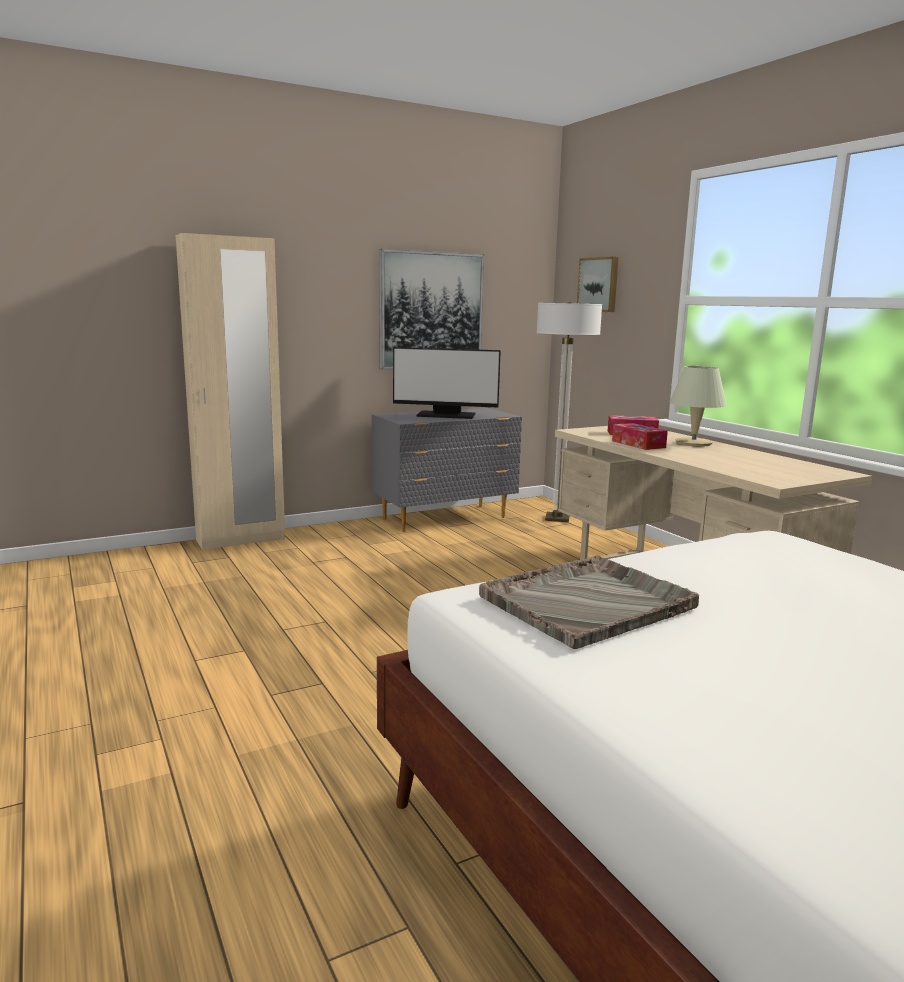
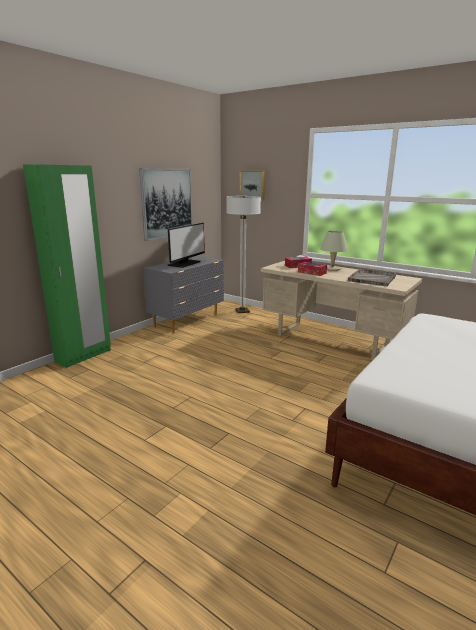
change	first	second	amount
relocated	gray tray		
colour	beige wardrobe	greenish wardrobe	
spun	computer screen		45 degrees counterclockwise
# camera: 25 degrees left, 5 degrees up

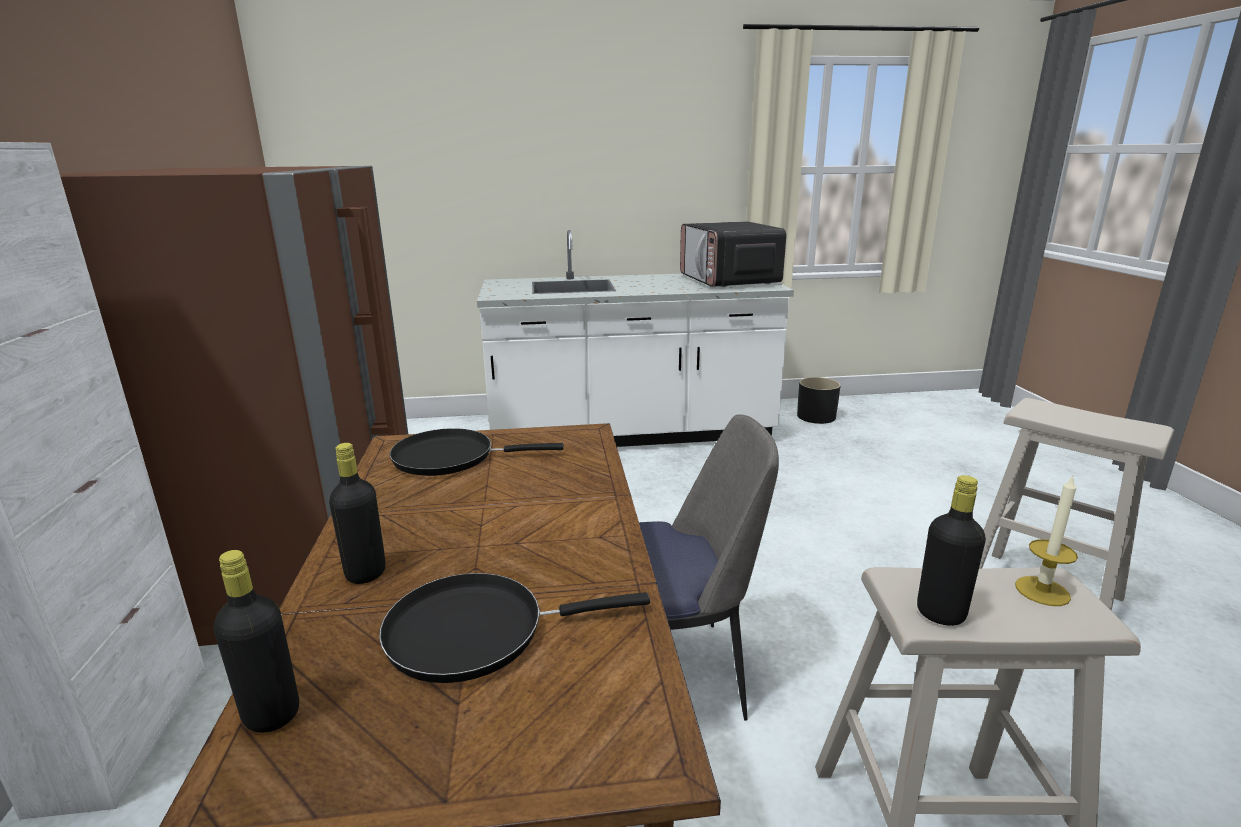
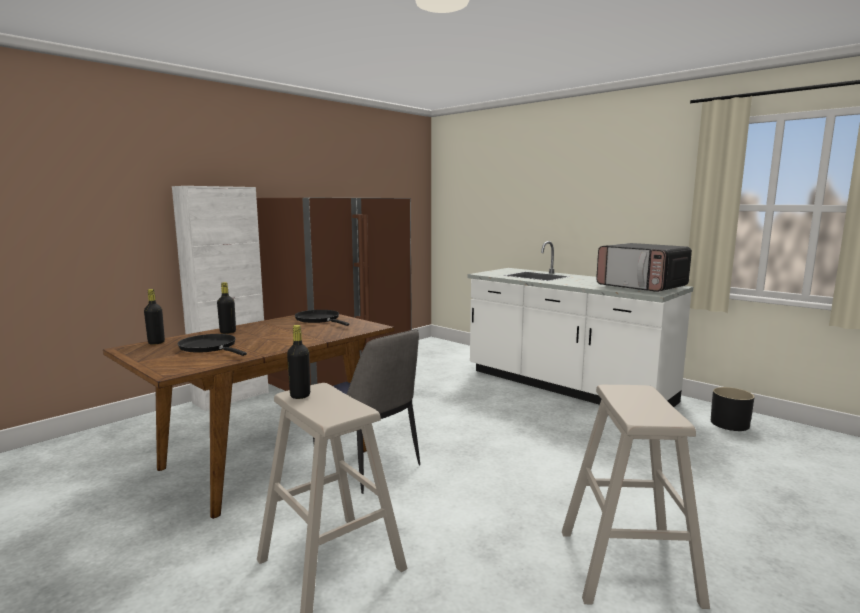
change	first	second	amount
missing	wax light		
spun	kitchen microwave		75 degrees counterclockwise
# camera: 50 degrees right, 10 degrees down

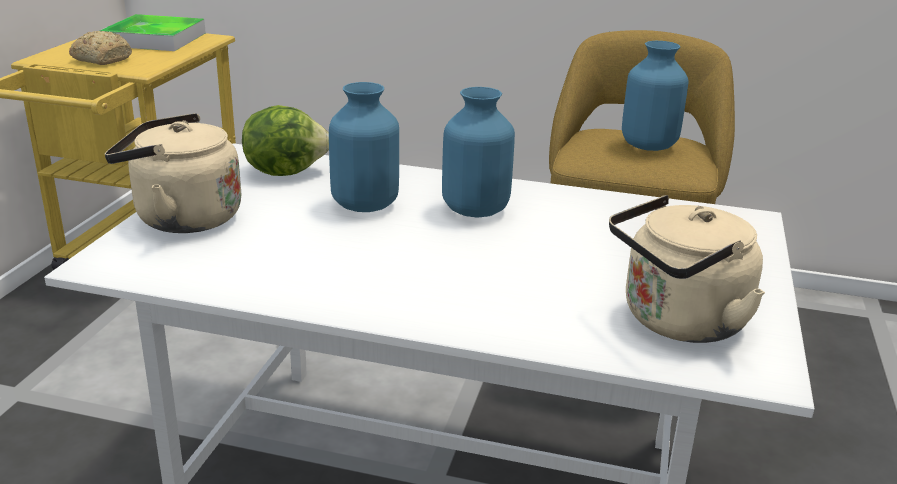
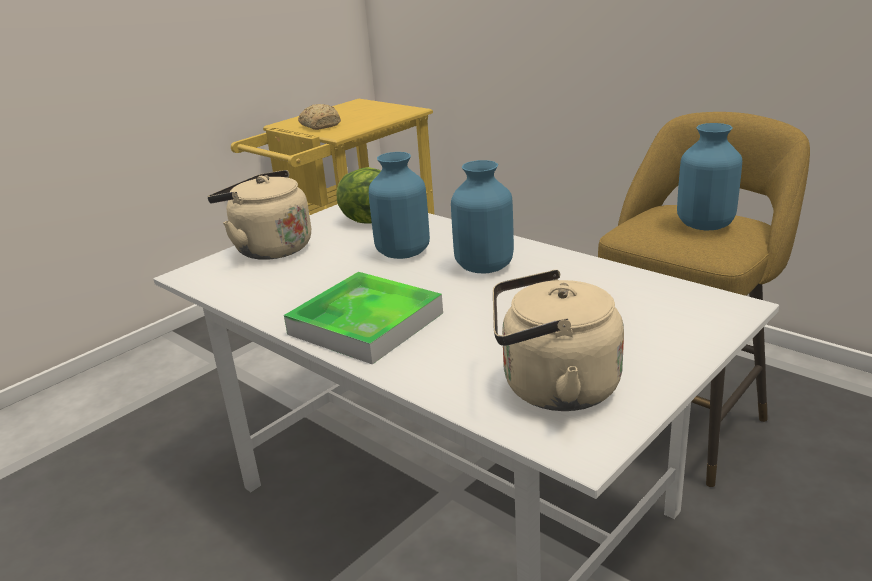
change	first	second	amount
relocated	tray		
# camera: 30 degrees right, 0 degrees up

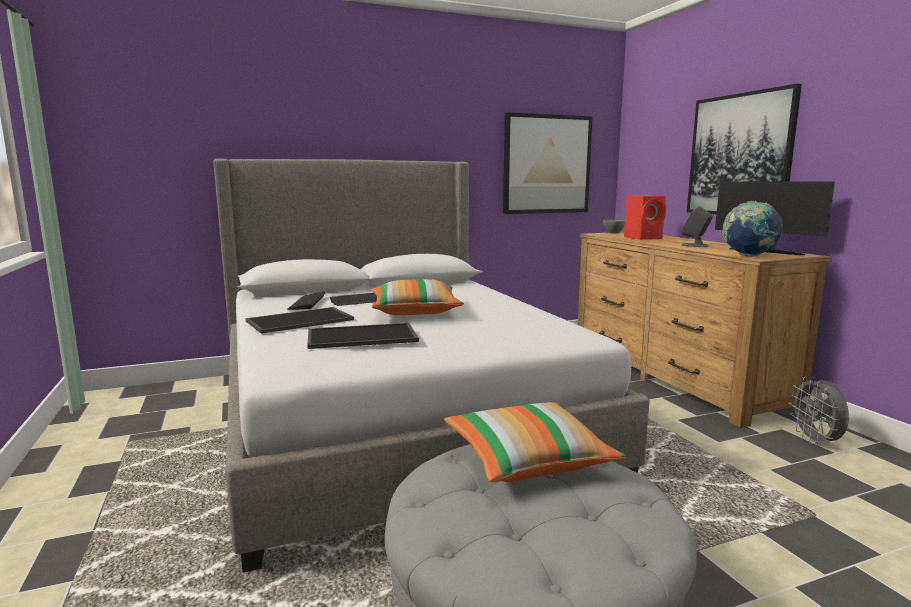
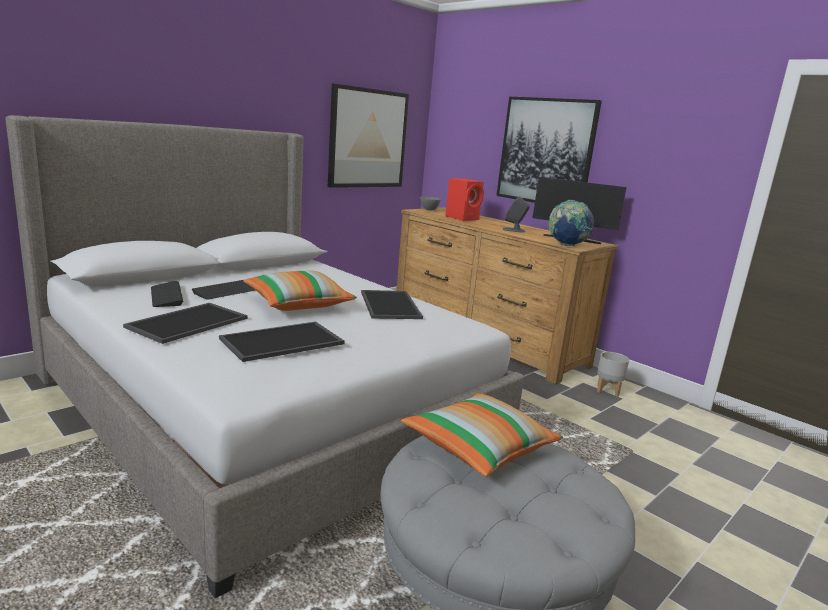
change	first	second	amount
appeared		tray (no. 3 from left)	
exchanged	gray electric fan	gray plant pot	
# camera: 25 degrees left, 5 degrees up

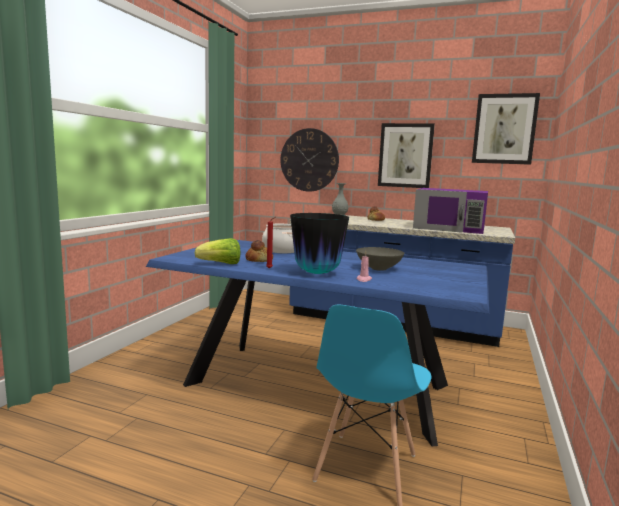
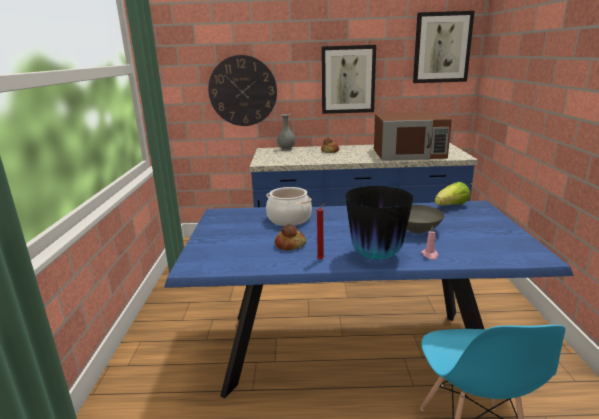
change	first	second	amount
relocated	lettuce		
colour	purple kitchen microwave	brown kitchen microwave	
# camera: 20 degrees left, 10 degrees up

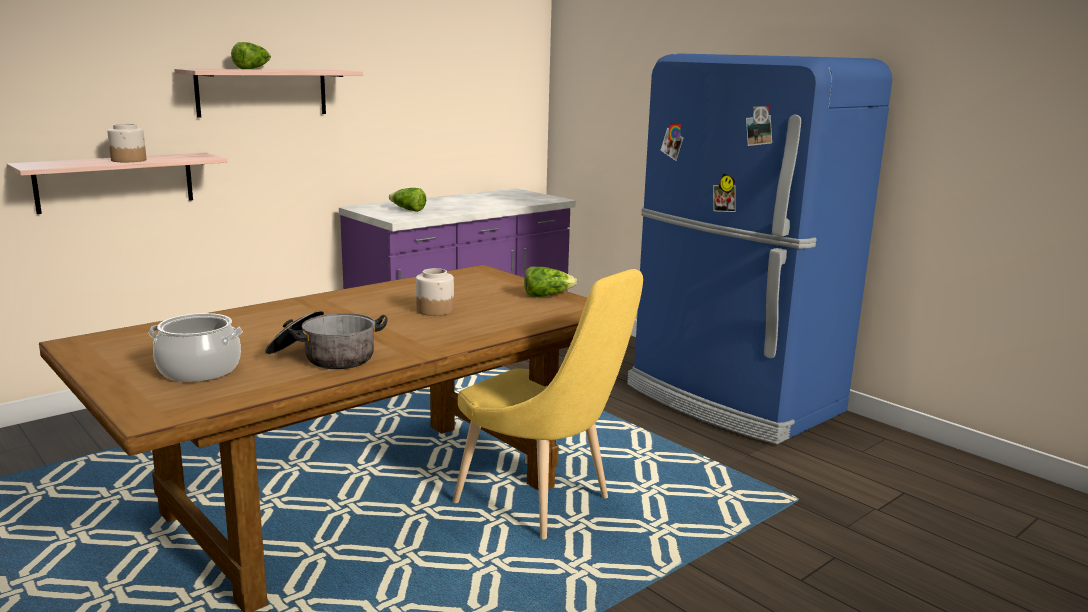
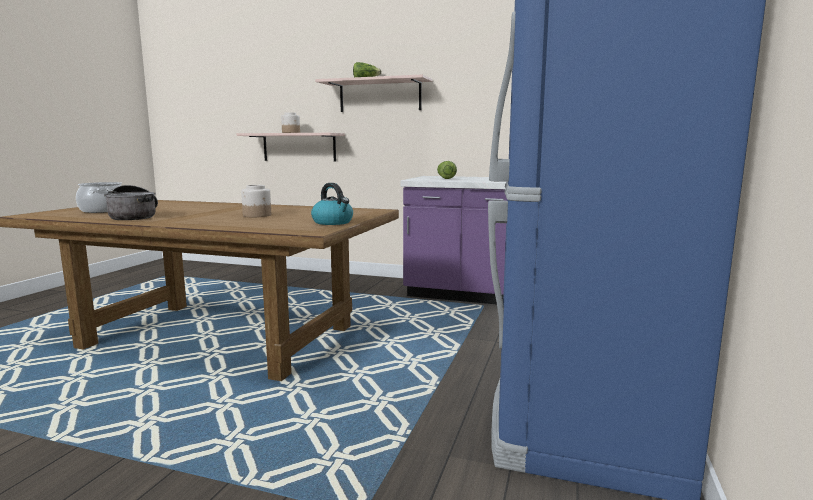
change	first	second	amount
missing	yellowish chair		
exchanged	lettuce (no. 3 from left)	tea kettle	
# camera: 60 degrees right, 5 degrees down

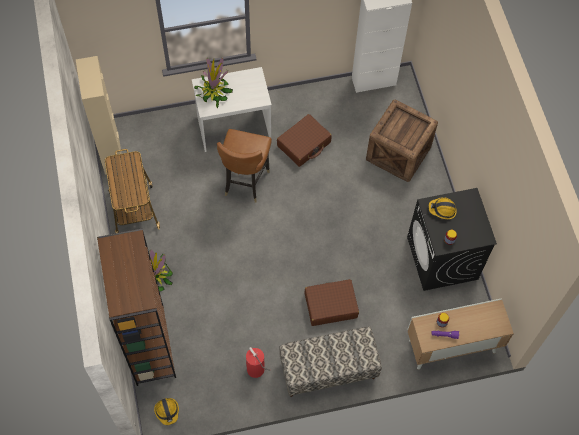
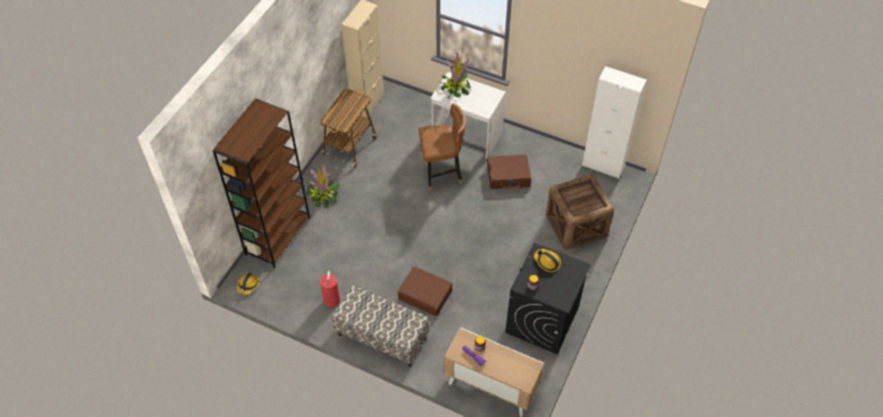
change	first	second	amount
spun	brown chair		150 degrees counterclockwise
# camera: 40 degrees right, 10 degrees down

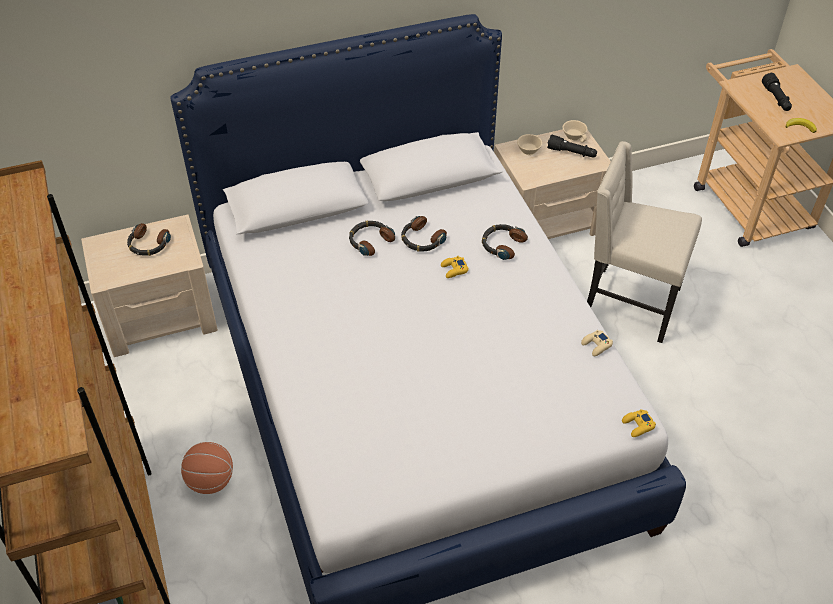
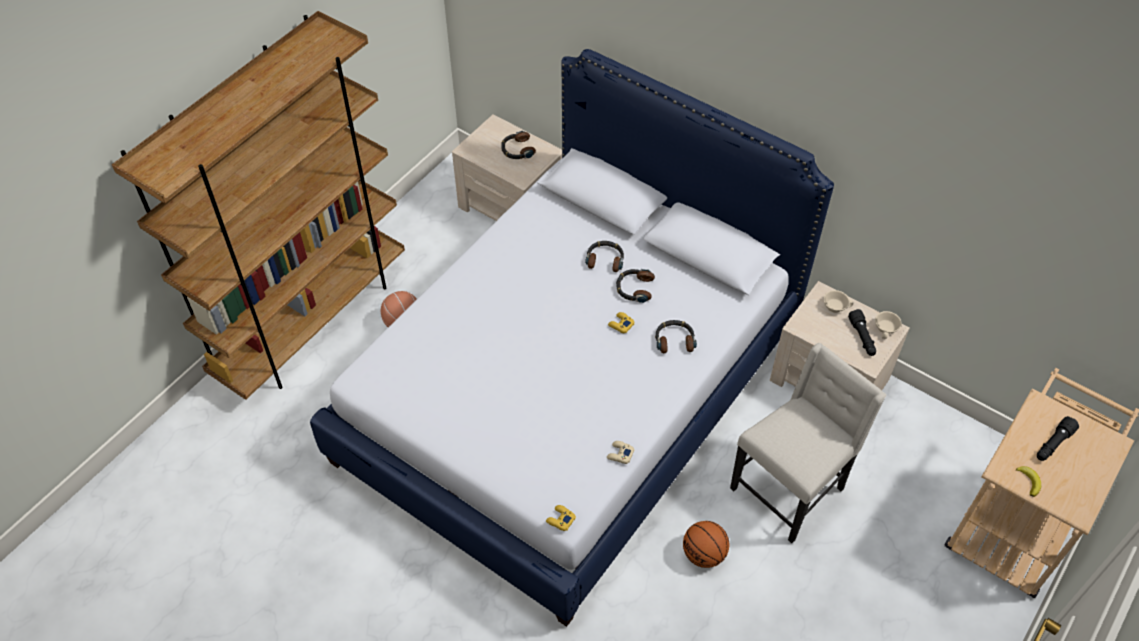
change	first	second	amount
appeared		basketball ball (no. 2 from left)	
spun	beige chair		60 degrees clockwise
# camera: 55 degrees right, 5 degrees up

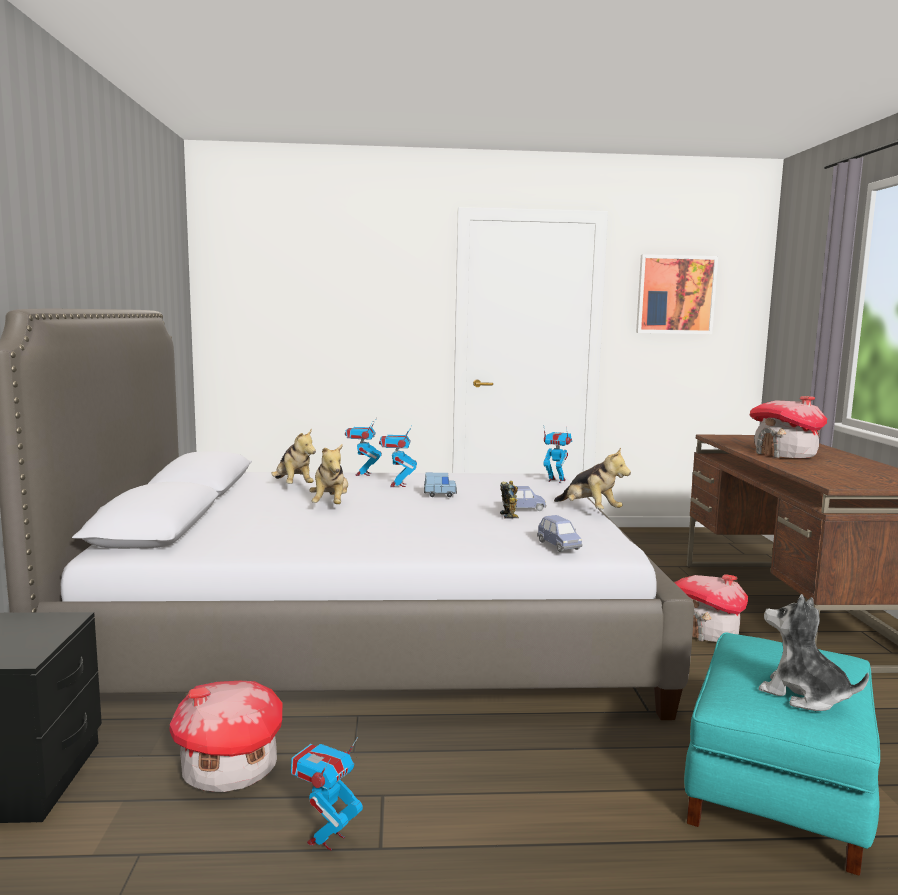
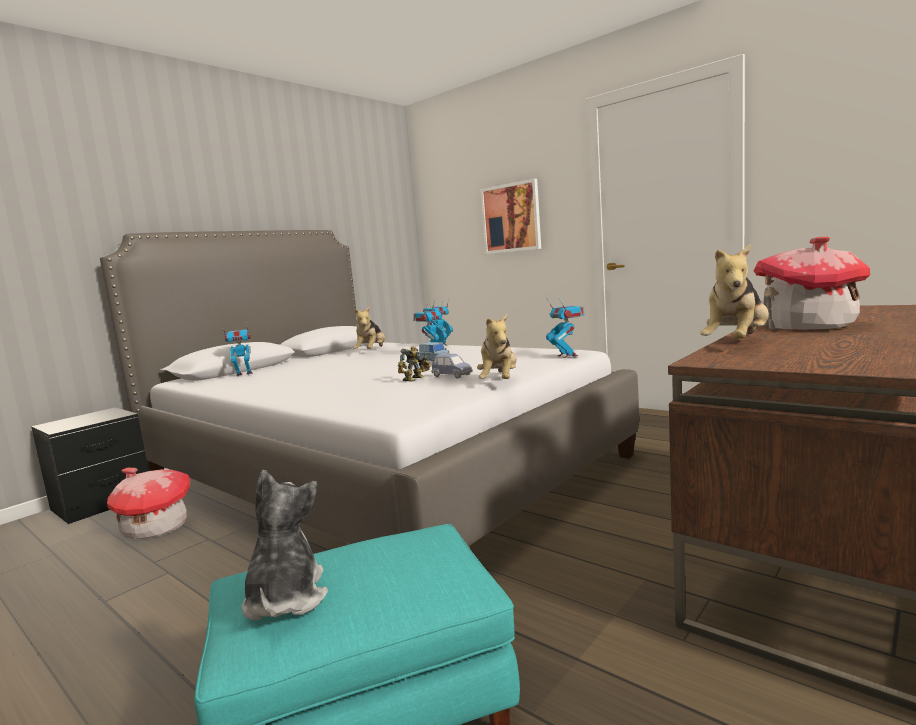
change	first	second	amount
missing	blue-coloured model car (no. 3 from left)		
missing	toy house (no. 2 from left)		
relocated	robot figure (no. 1 from left)		
relocated	cuddly toy (no. 2 from left in the first image)	cuddly toy (no. 4 from left)	
relocated	wall picture		
# camera: 45 degrees right, 0 degrees up

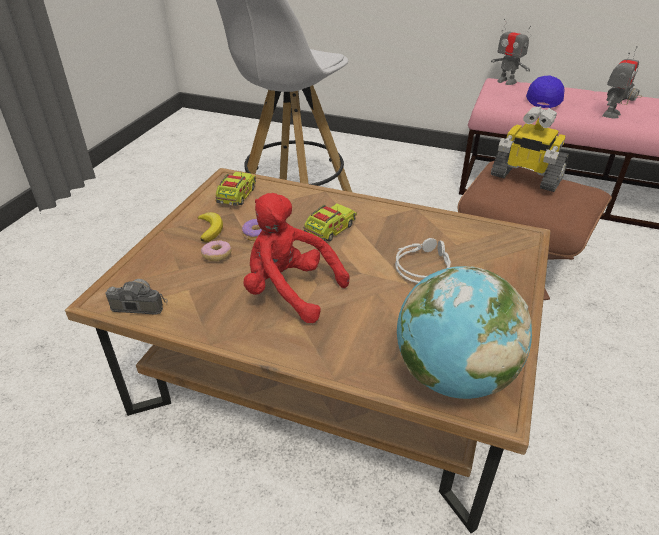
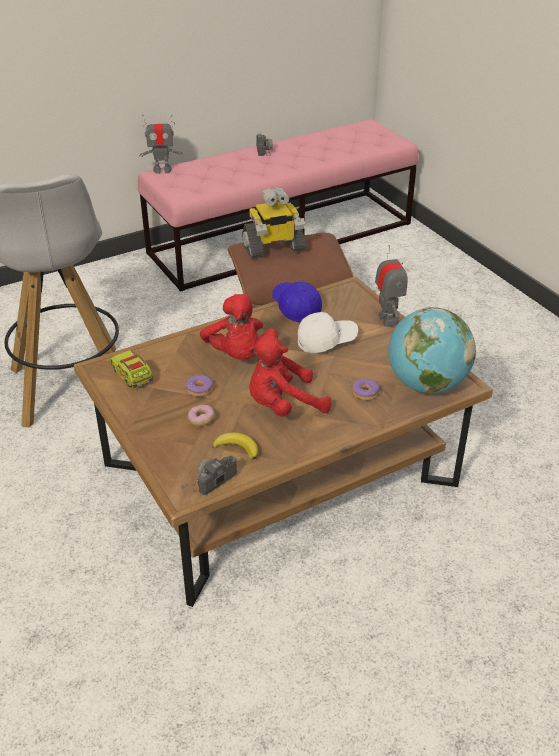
change	first	second	amount
appeared		doughnut (no. 3 from left)	
relocated	whole banana		
relocated	blue-coloured peaked cap		
relocated	robot figure (no. 3 from left)		
exchanged	toy truck (no. 2 from left)	reddish cuddly toy (no. 1 from left)	
exchanged	gray headset	white peaked cap	
# camera: 50 degrees left, 0 degrees up

